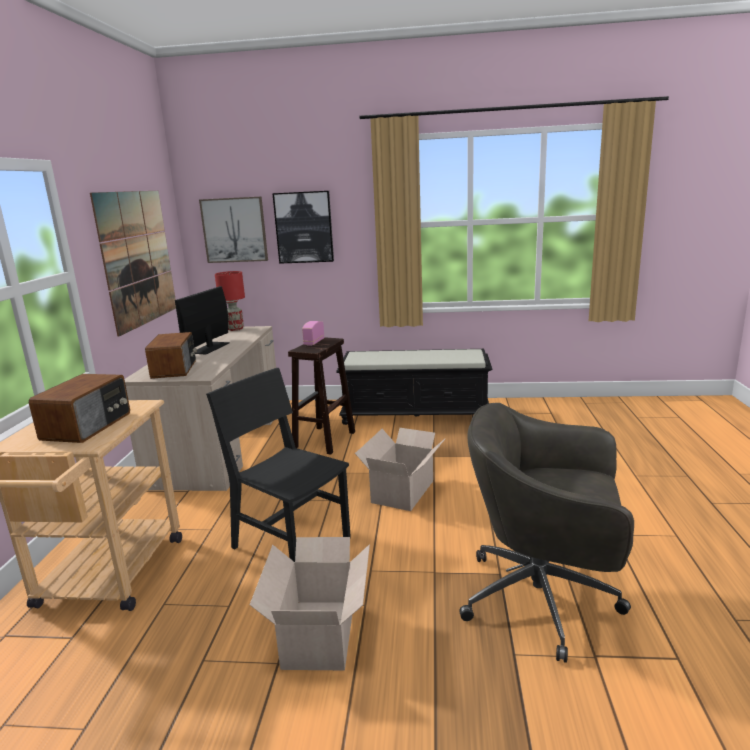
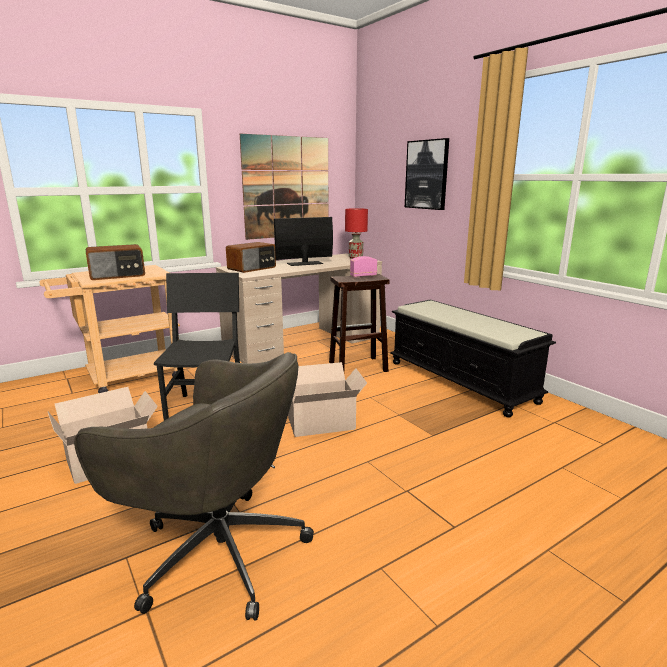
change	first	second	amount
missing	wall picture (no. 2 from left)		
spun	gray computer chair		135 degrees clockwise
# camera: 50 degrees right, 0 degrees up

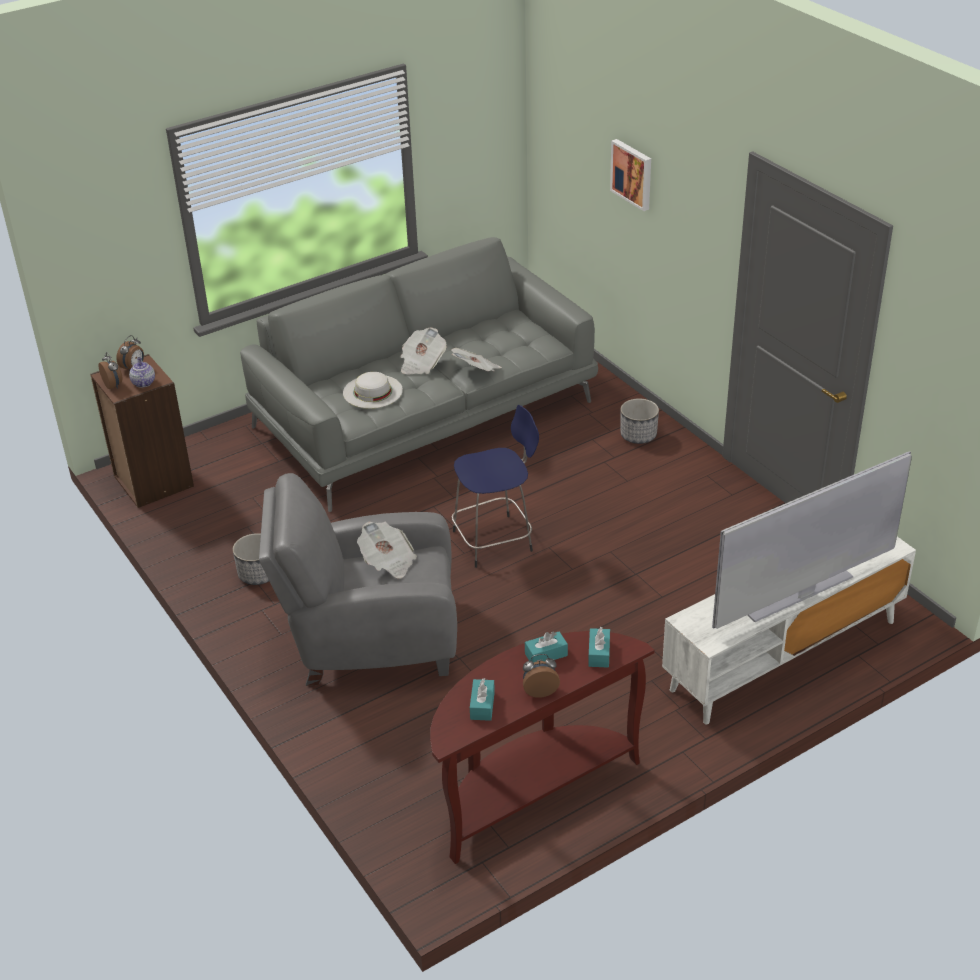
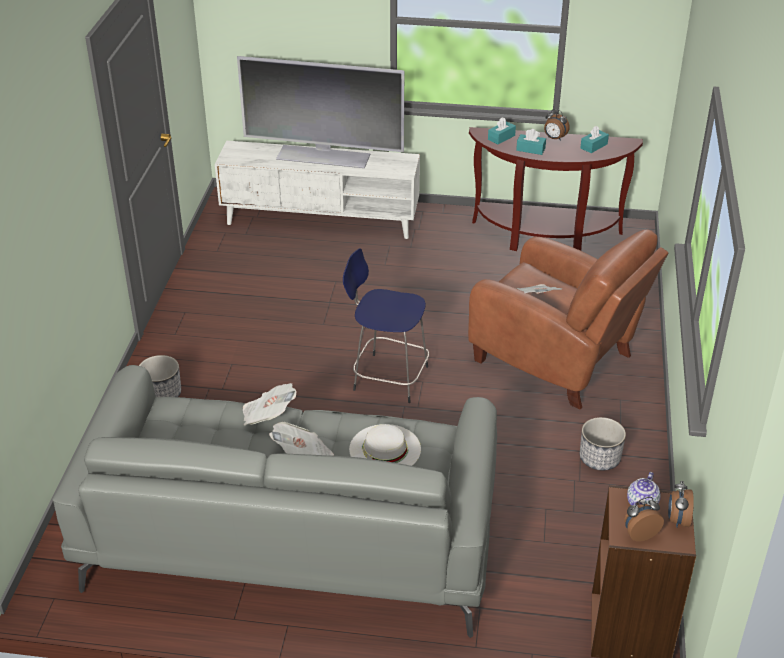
change	first	second	amount
missing	wall picture		
colour	gray easy chair	brown easy chair	
# camera: 140 degrees left, 0 degrees up

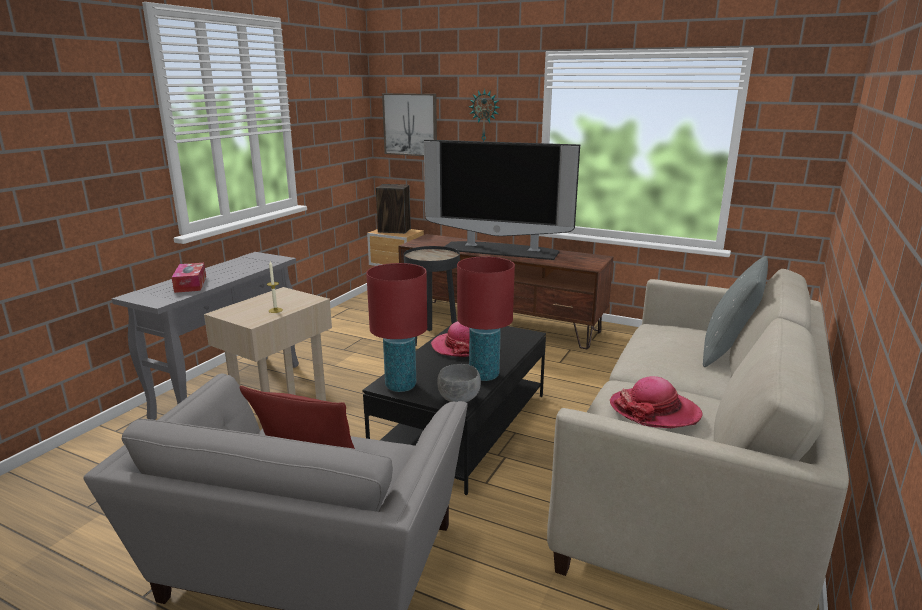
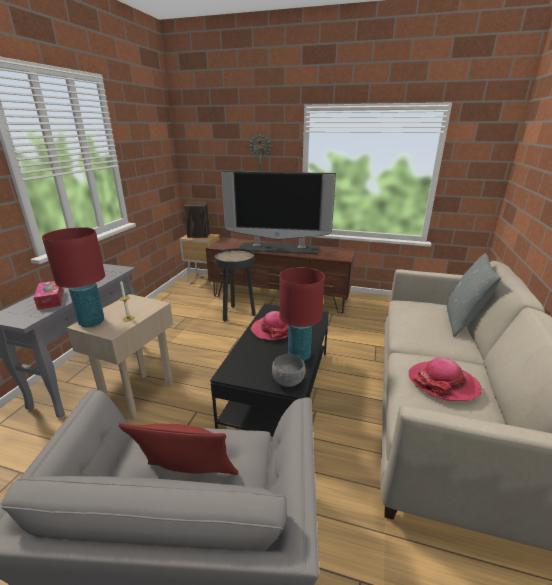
change	first	second	amount
missing	wall picture		
relocated	reddish table lamp (no. 1 from left)		
# camera: 10 degrees left, 5 degrees up

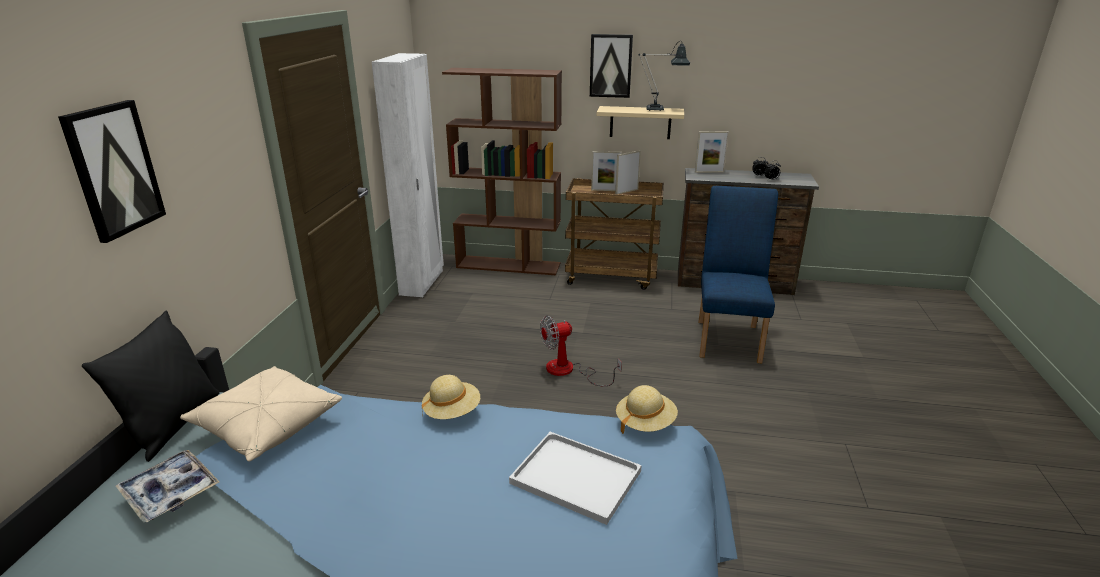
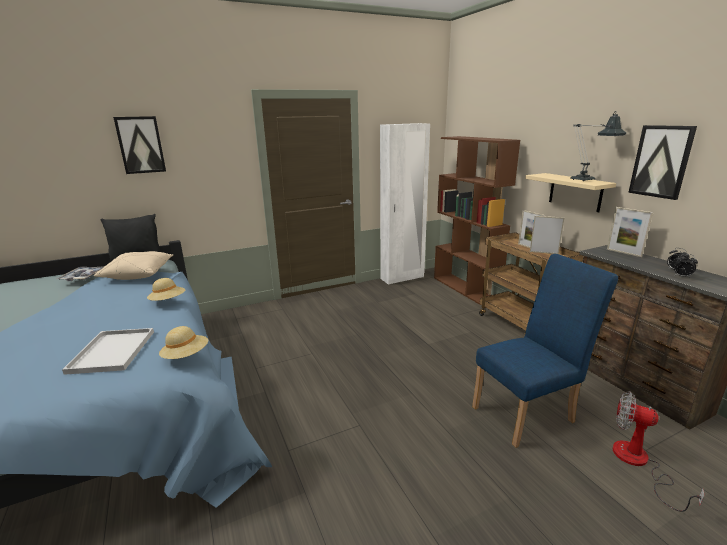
change	first	second	amount
relocated	electric fan		
relocated	wall picture (no. 2 from left)		
# camera: 55 degrees right, 5 degrees down

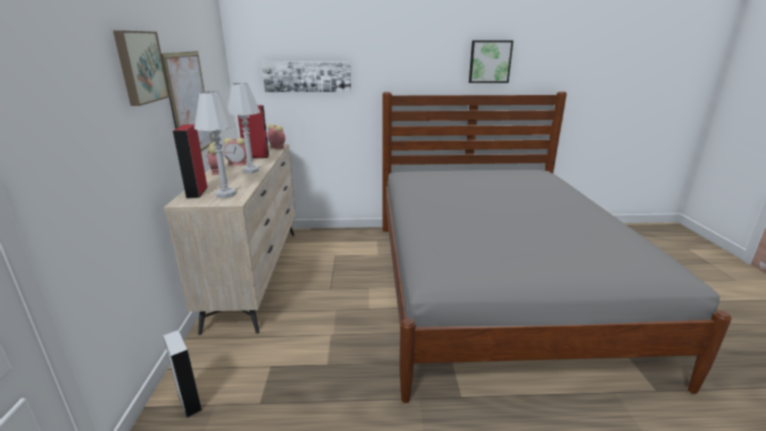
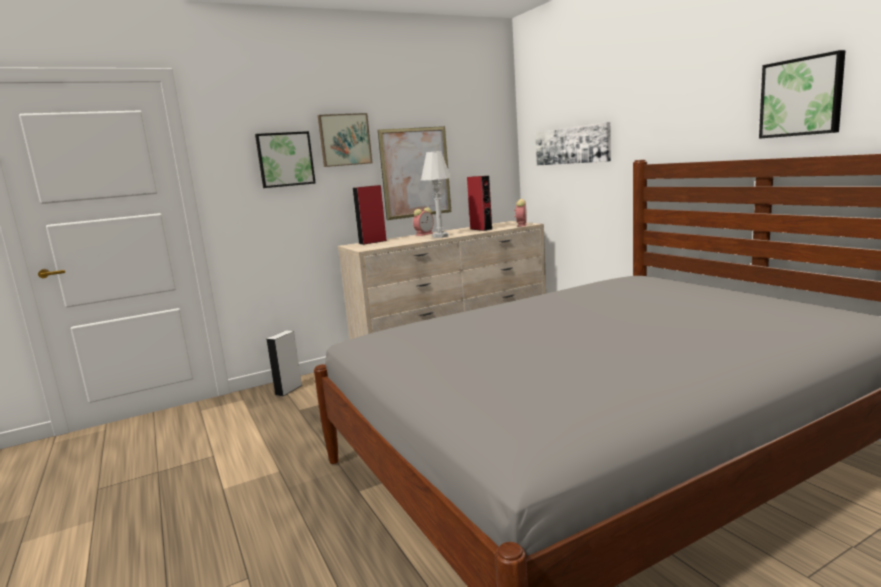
change	first	second	amount
missing	white table lamp (no. 1 from left)		
missing	alarm clock (no. 2 from left)		
appeared		wall picture (no. 1 from left)	
# camera: 65 degrees right, 10 degrees down

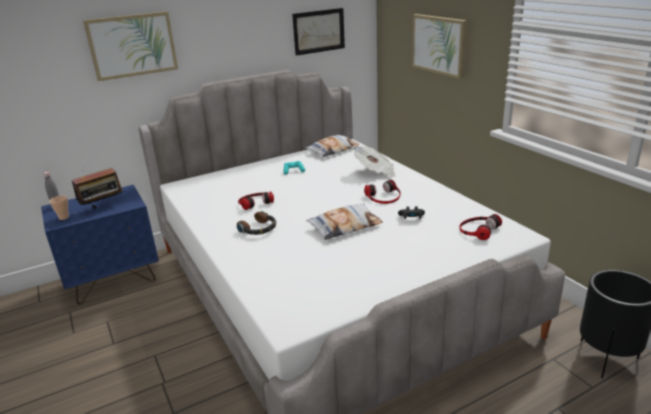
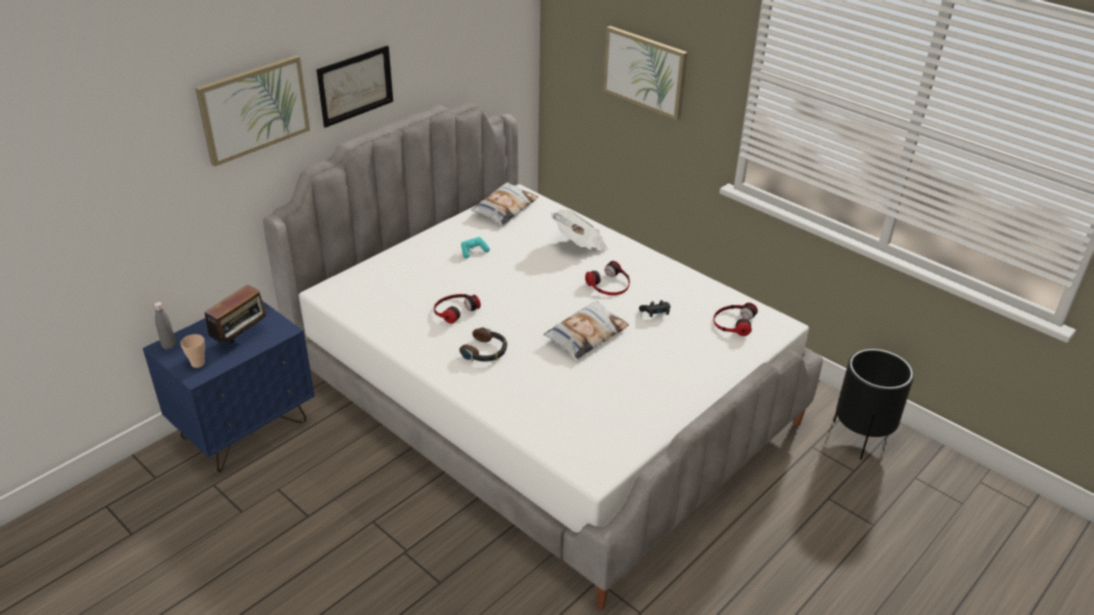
change	first	second	amount
relocated	wall picture (no. 2 from left)		
# camera: 20 degrees left, 10 degrees up

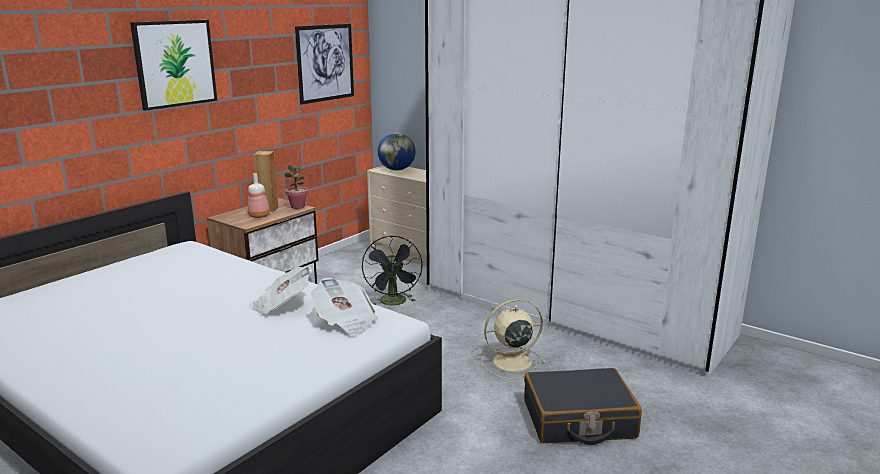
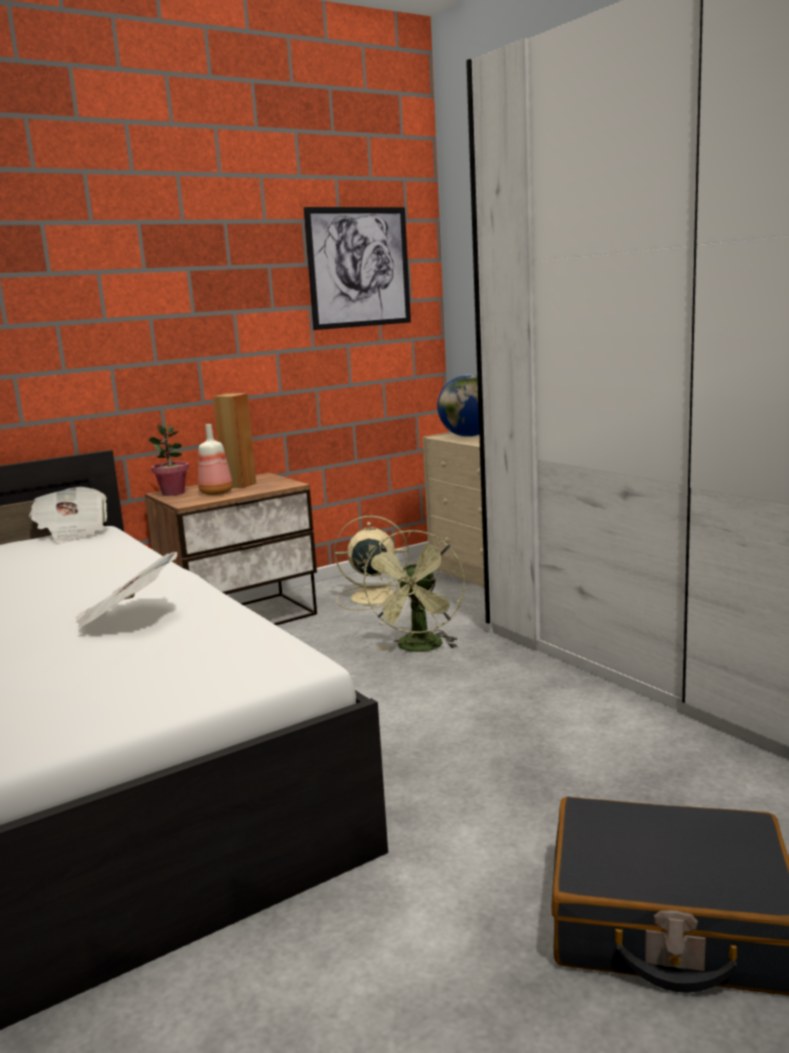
change	first	second	amount
missing	wall picture (no. 1 from left)		
relocated	potted plant		
relocated	daily paper (no. 2 from left in the first image)	daily paper (no. 1 from left)	
relocated	beige electric fan		
colour	black-coloured electric fan	greenish electric fan	
# camera: 20 degrees right, 5 degrees down

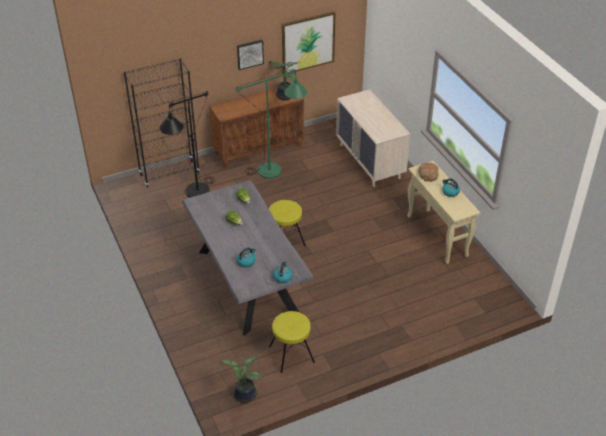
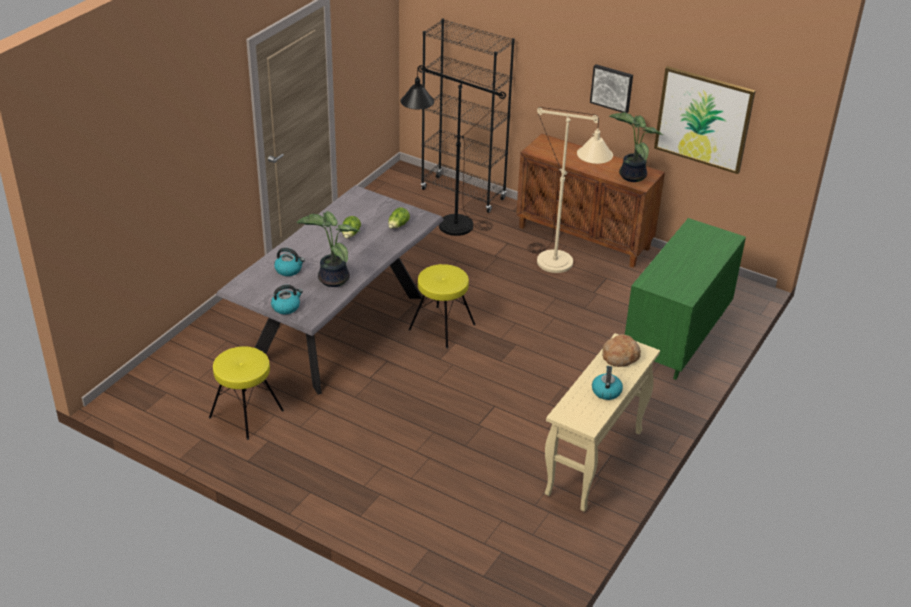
change	first	second	amount
relocated	potted plant (no. 1 from left)		
colour	greenish standing lamp	beige standing lamp	
colour	beige dresser	greenish dresser	
# camera: 55 degrees right, 5 degrees down

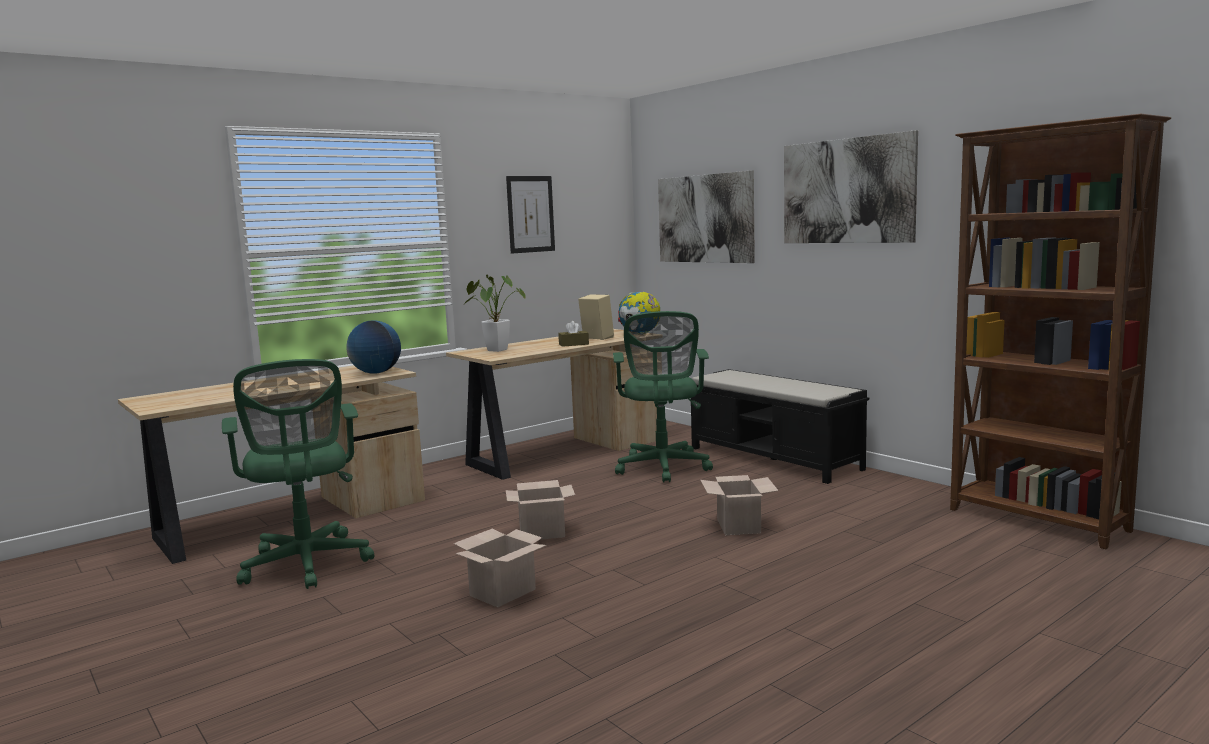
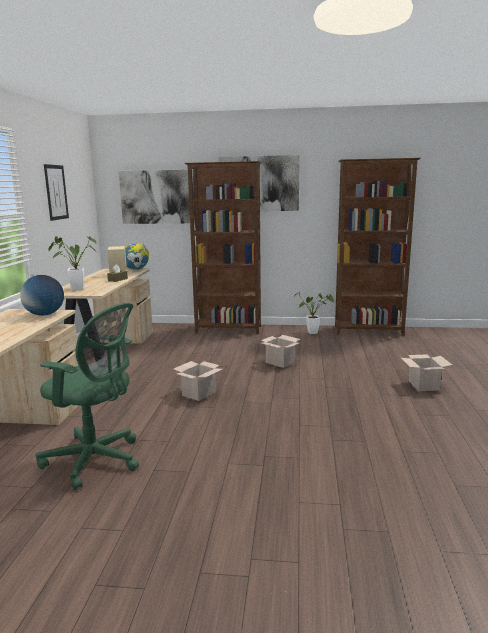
change	first	second	amount
missing	greenish computer chair (no. 2 from left)		
appeared		potted plant (no. 2 from left)	
relocated	packing box (no. 1 from left in the first image)	packing box (no. 3 from left)	
exchanged	black-coloured long seat	brown bookshelf (no. 1 from left)	
# camera: 45 degrees left, 5 degrees up

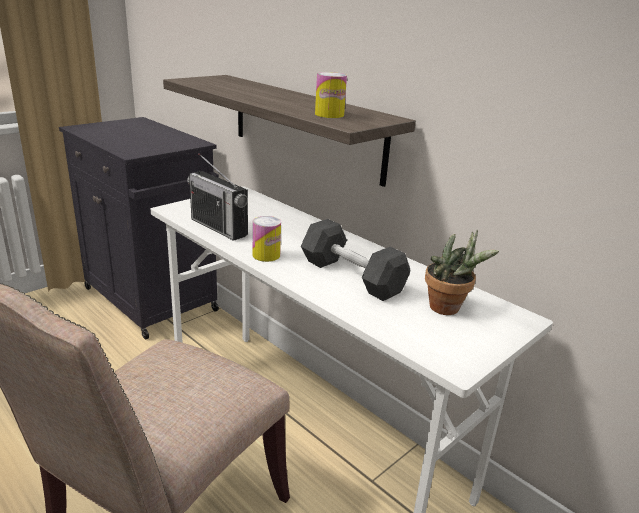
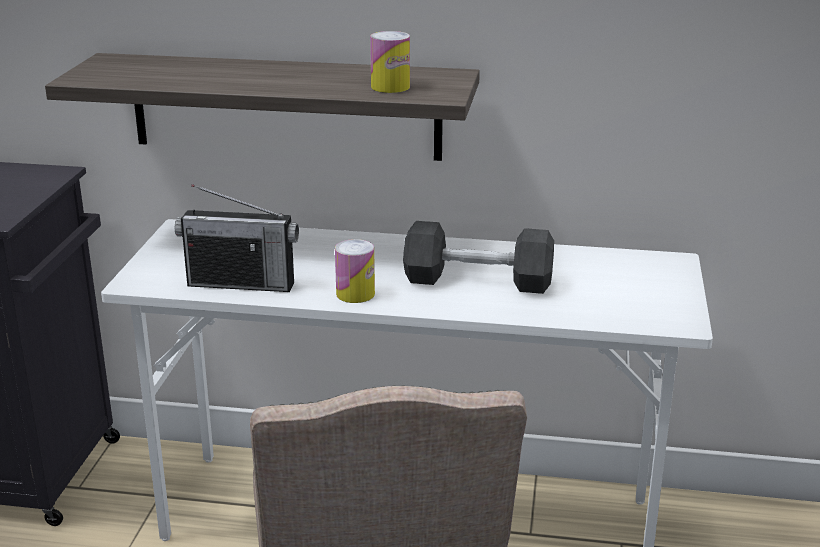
change	first	second	amount
missing	potted plant		
# camera: 35 degrees left, 0 degrees up

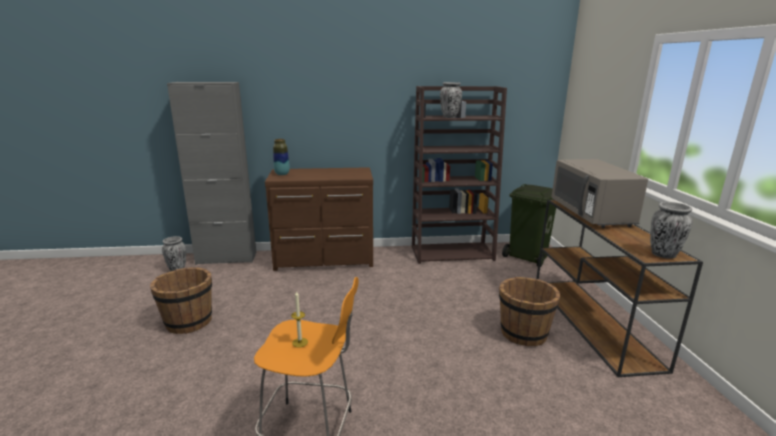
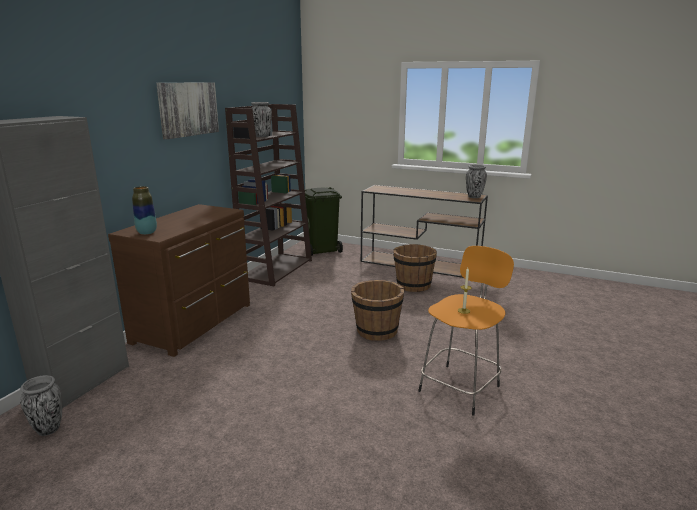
change	first	second	amount
missing	gray kitchen microwave		
appeared		wall picture	
relocated	brown pail (no. 1 from left)		
# camera: 60 degrees left, 0 degrees up

